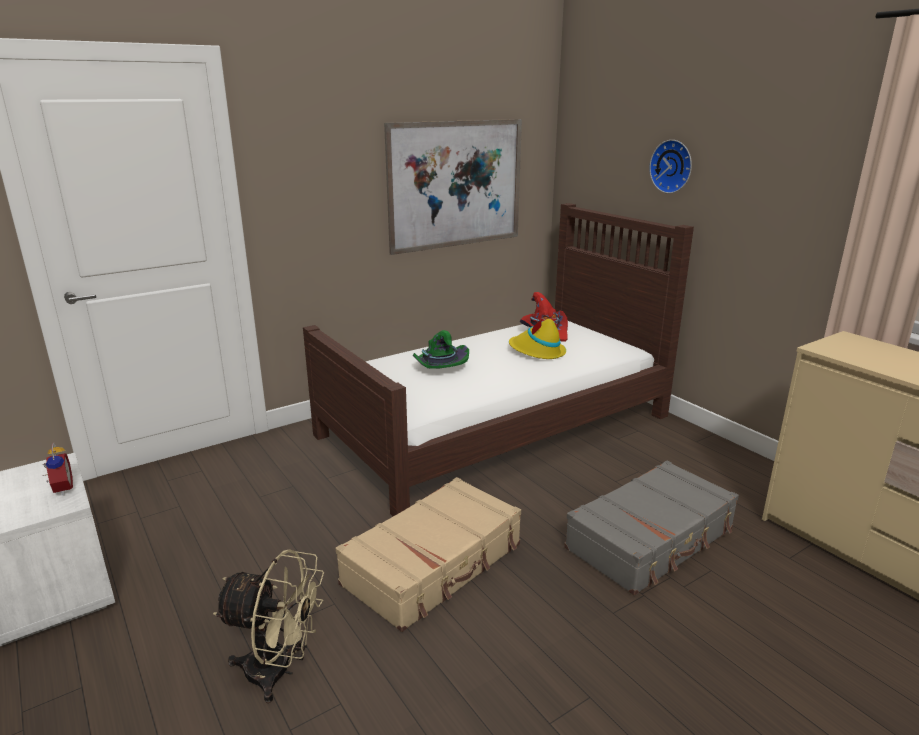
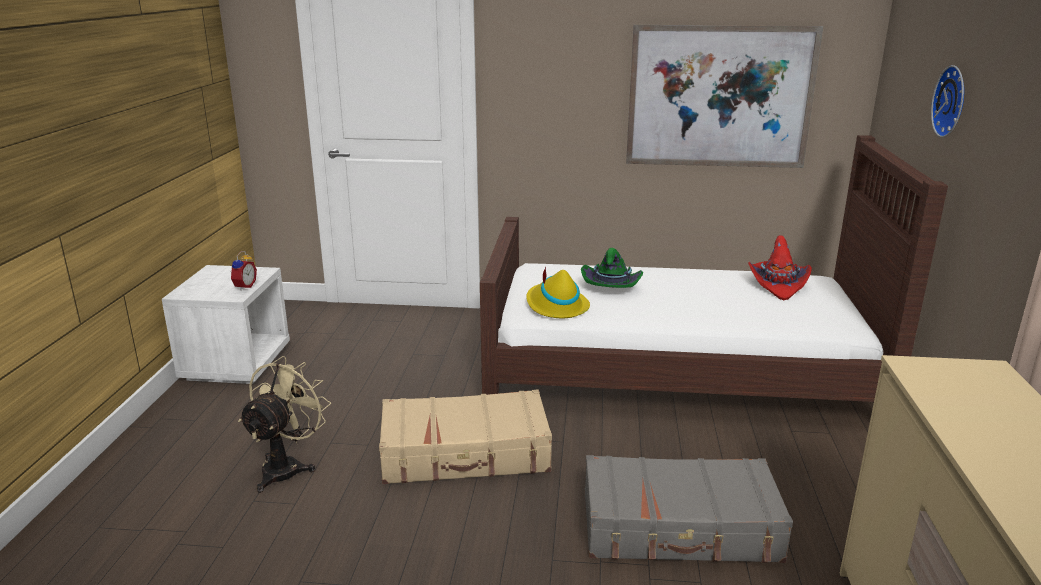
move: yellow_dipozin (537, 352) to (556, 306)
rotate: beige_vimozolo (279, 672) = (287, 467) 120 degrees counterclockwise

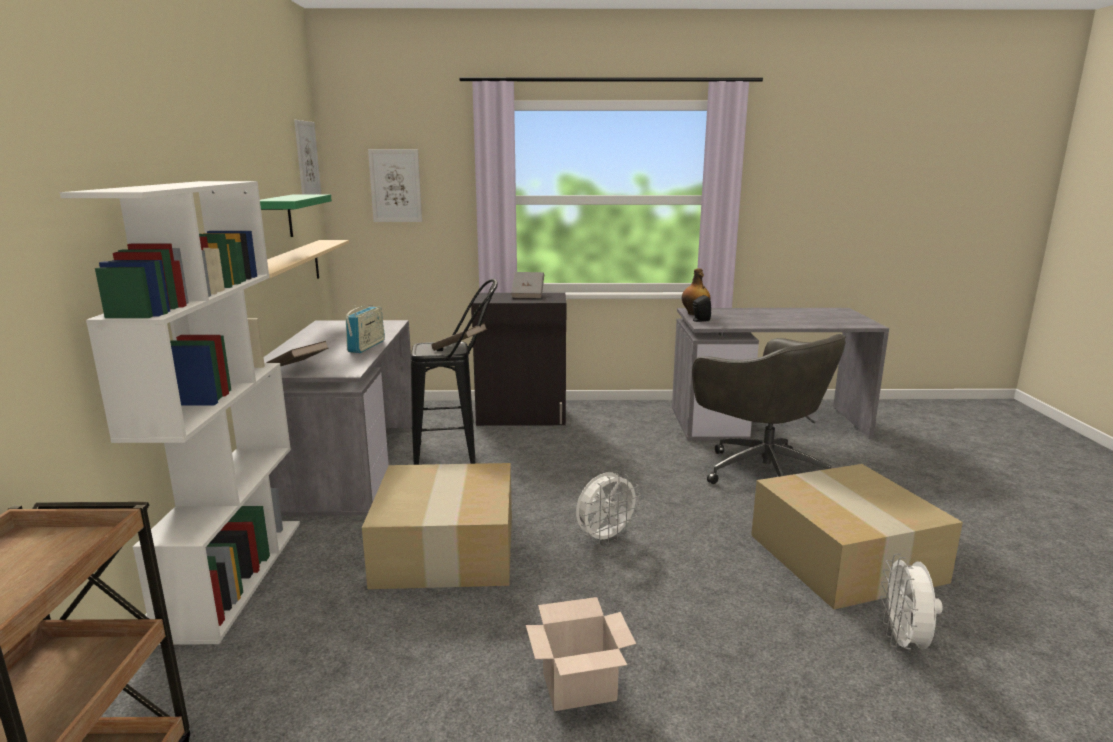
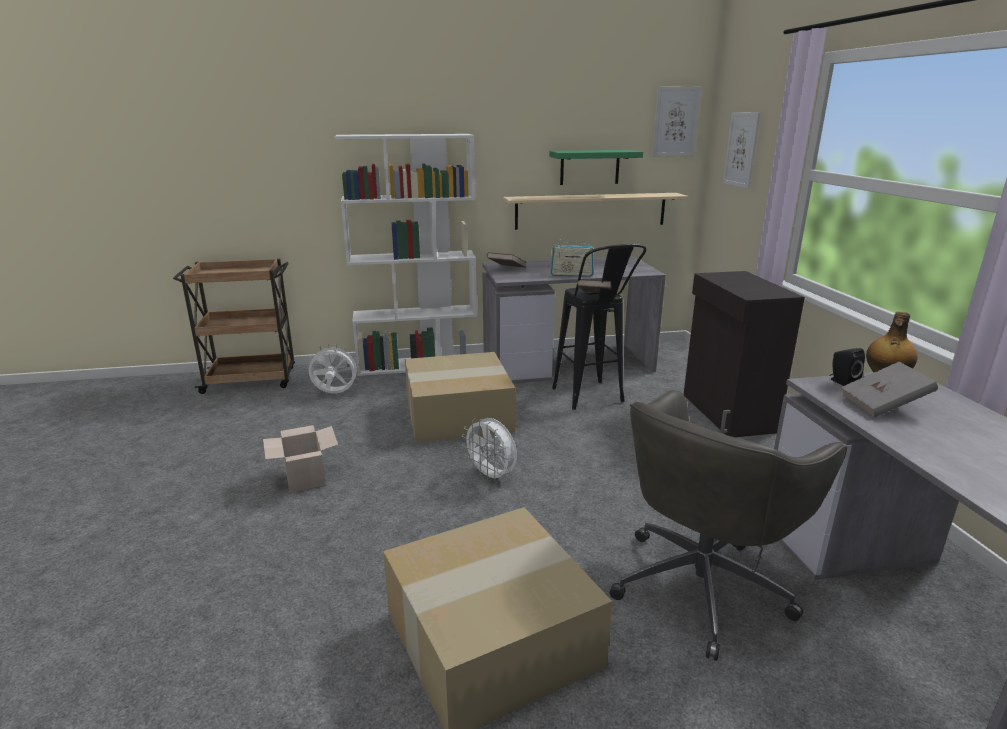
move: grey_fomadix (528, 295) to (883, 405); white_vimozolo (903, 643) to (335, 394)

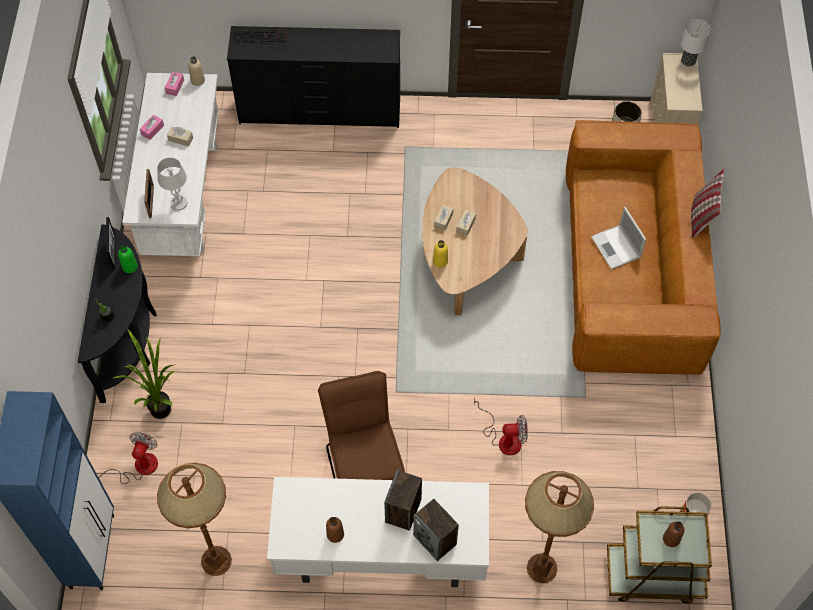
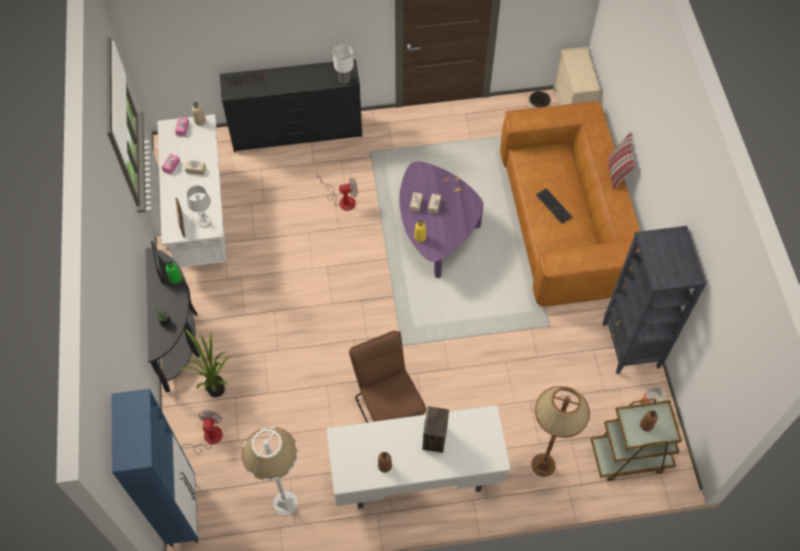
delete: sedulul (435, 540)
insert: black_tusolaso (630, 346)
move: vimozolo (504, 438) to (342, 200); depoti (688, 60) to (344, 78)
replace: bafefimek (616, 248) to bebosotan (554, 206)
recolor: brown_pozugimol (216, 560) to white_pozugimol (285, 503); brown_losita (466, 257) to purple_losita (436, 231)

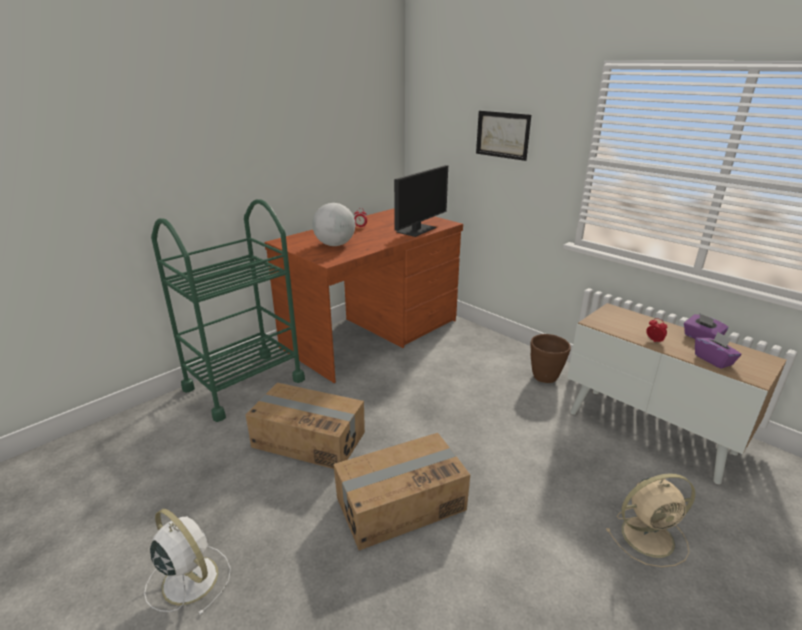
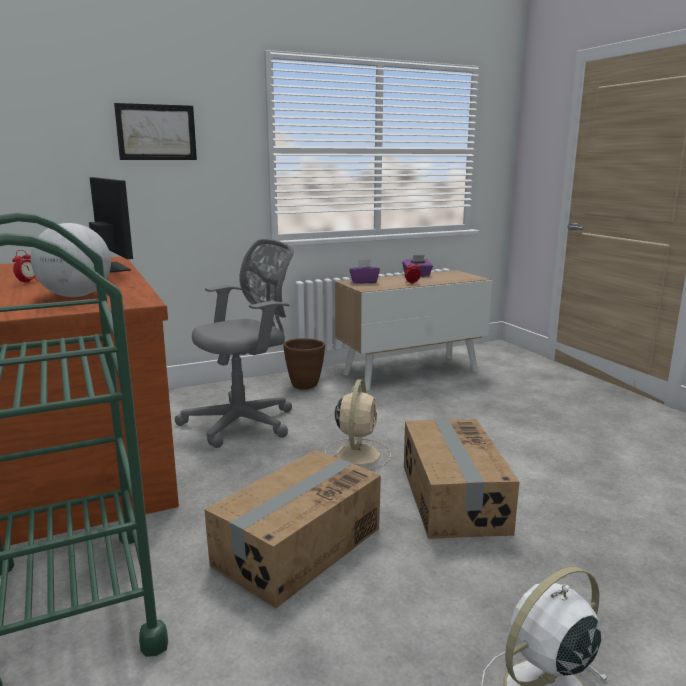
insert: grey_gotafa (244, 422)
move: beige_vimozolo (649, 536) to (358, 454); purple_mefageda (713, 360) to (364, 282)

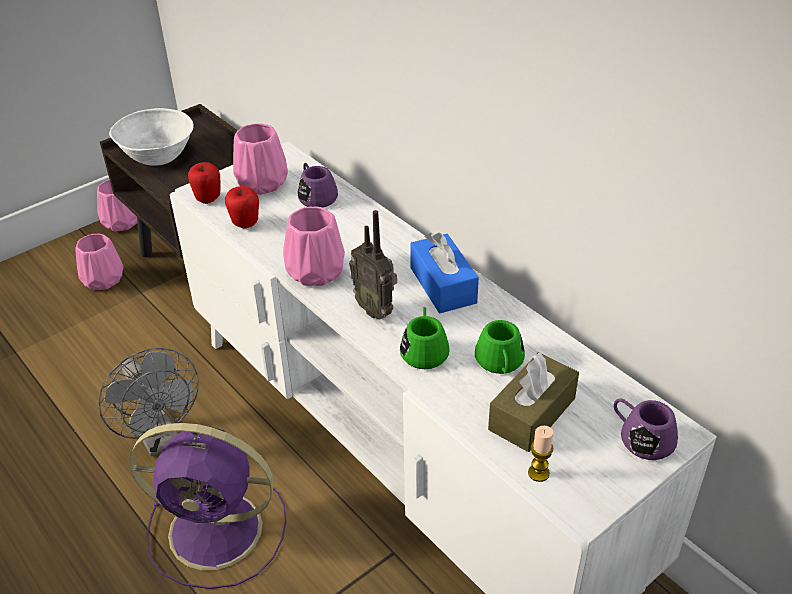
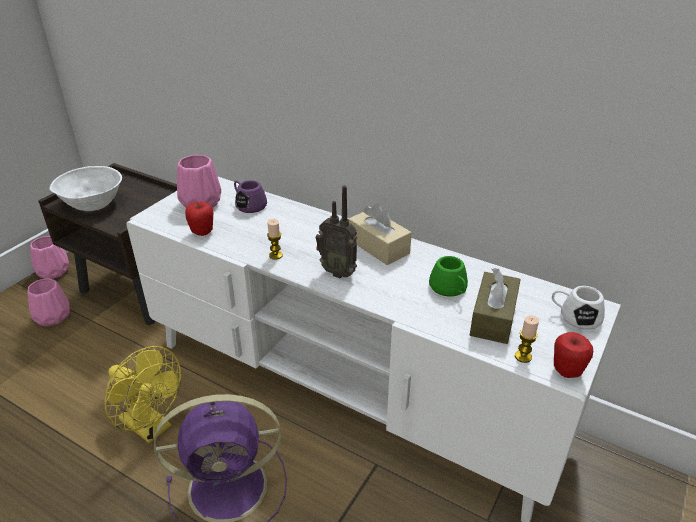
delete: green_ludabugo (424, 349)
move: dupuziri (208, 199) to (566, 371)
replace: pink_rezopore (314, 272) to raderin (275, 255)
recolor: grey_vimozolo (161, 438) to yellow_vimozolo (151, 427); blue_mefageda (443, 285) to beige_mefageda (378, 246); purple_ludabugo (641, 437) to white_ludabugo (575, 316)

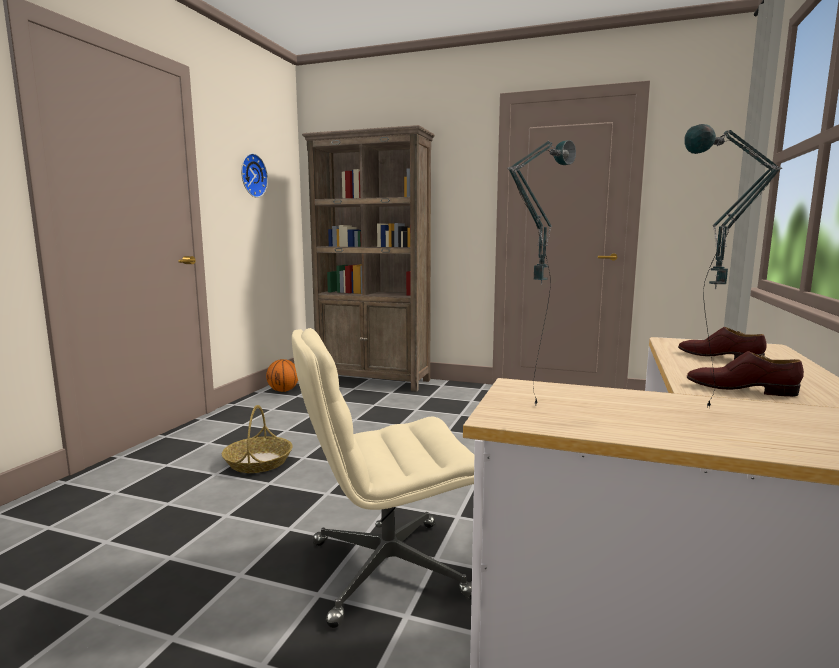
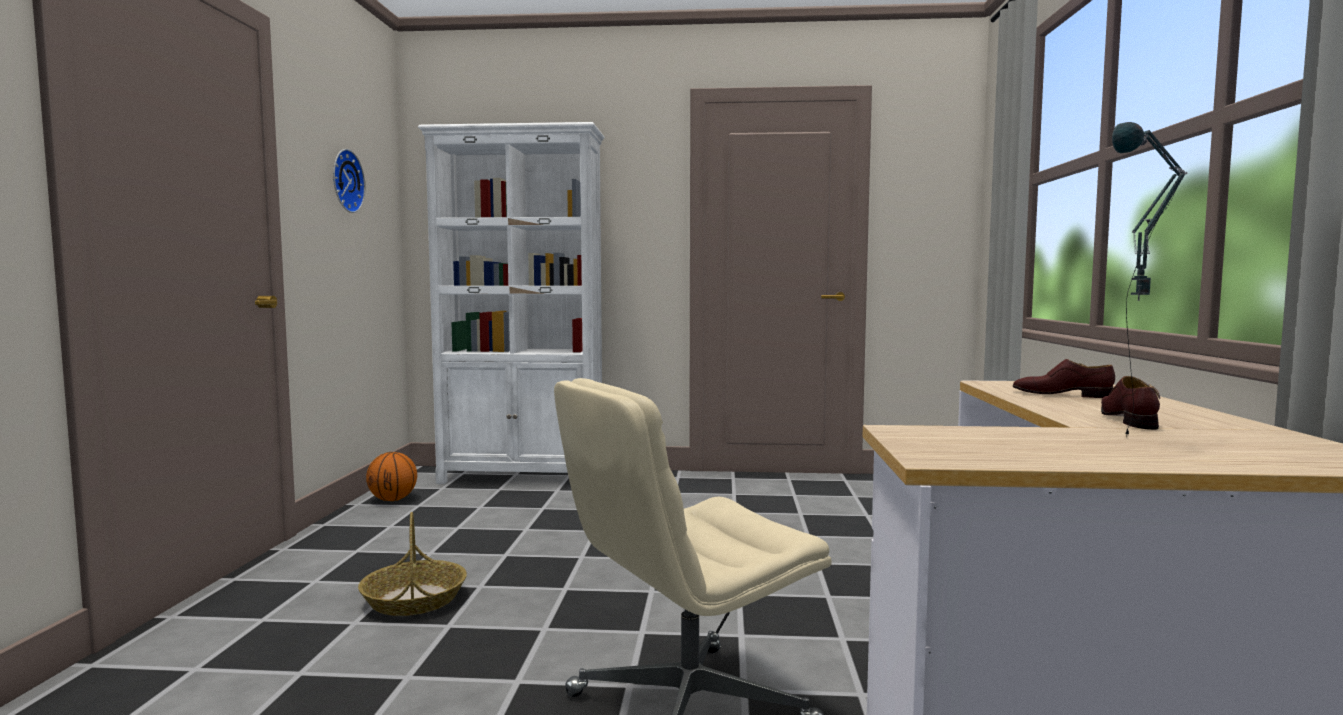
delete: depoti (533, 400)
recolor: brown_tusolaso (374, 381) to white_tusolaso (523, 477)
rotate: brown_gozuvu (740, 389) = (1128, 420) 90 degrees clockwise

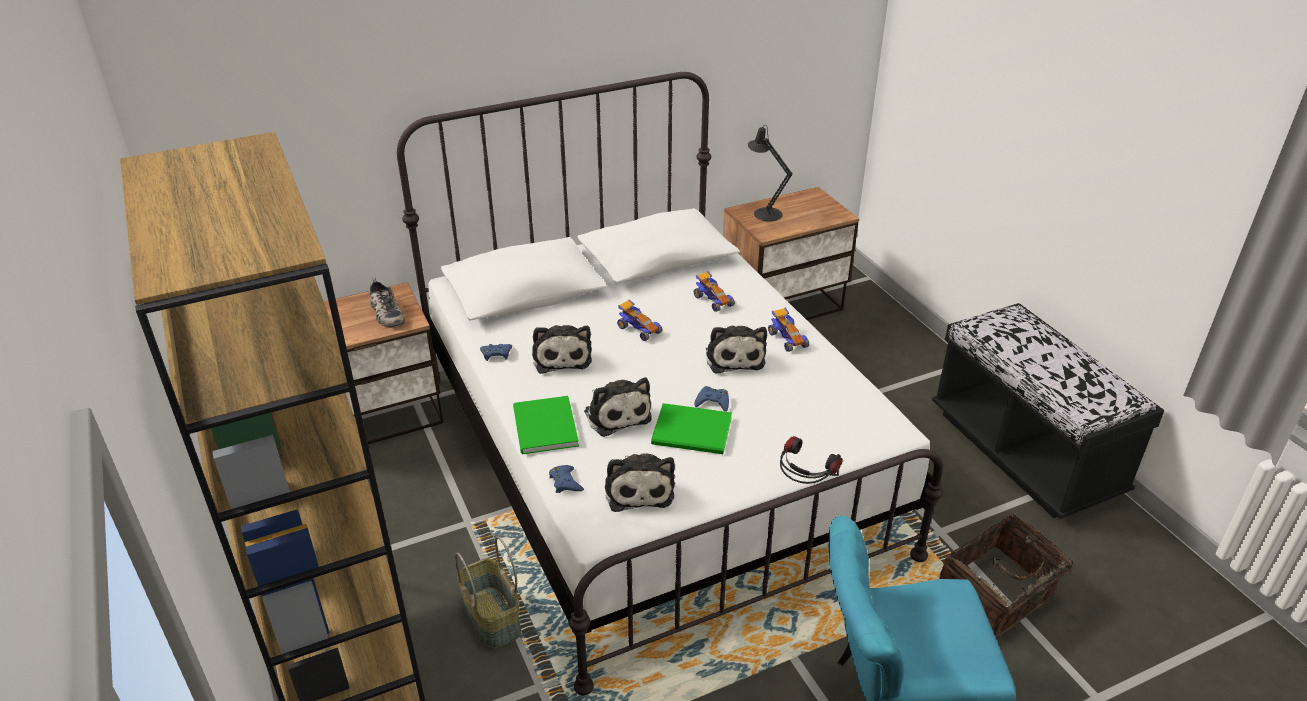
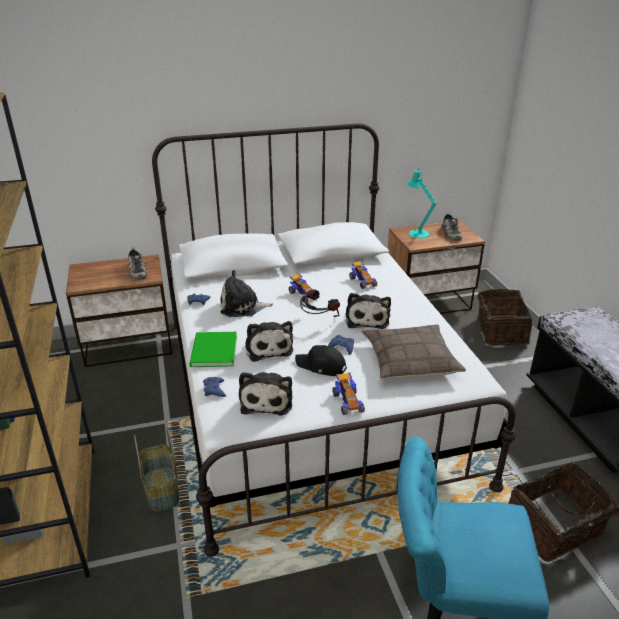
insert: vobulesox (410, 360); gozuvu (450, 233); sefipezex (499, 331)
move: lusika (787, 339) to (347, 402); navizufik (804, 485) to (317, 320)
replace: green_fomadix (694, 433) to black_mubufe (321, 366)
recolor: black_depoti (764, 212) to turquoise_depoti (417, 232)
rotate: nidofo (561, 356) = (242, 307) 90 degrees clockwise

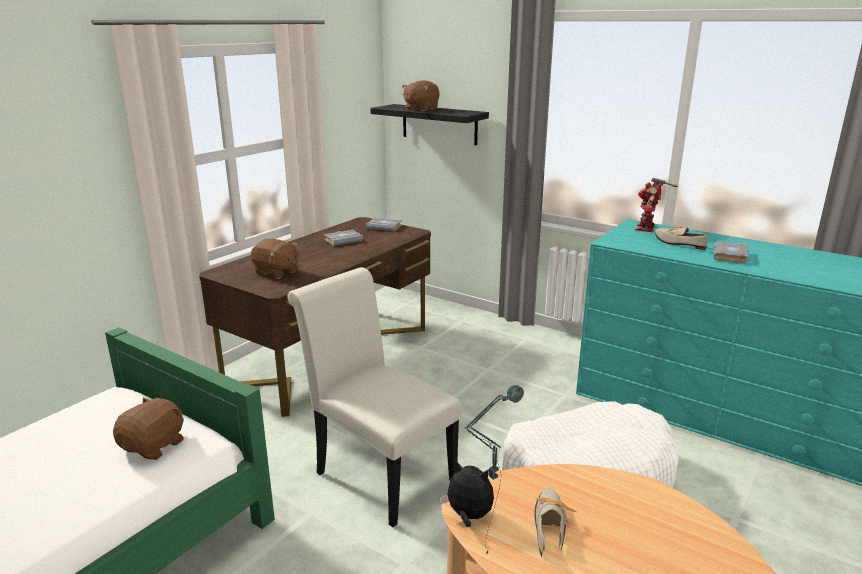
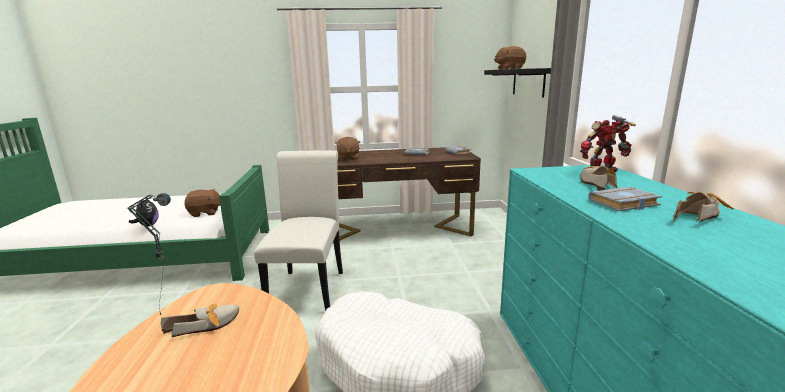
insert: gozuvu (697, 215)
move: nidofo (468, 516) to (148, 225)

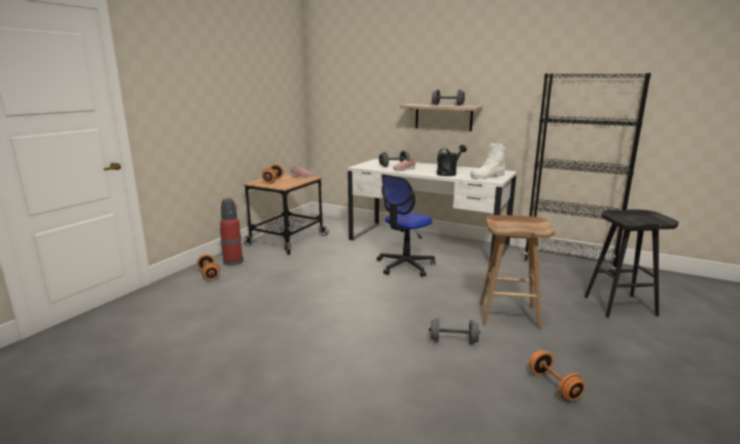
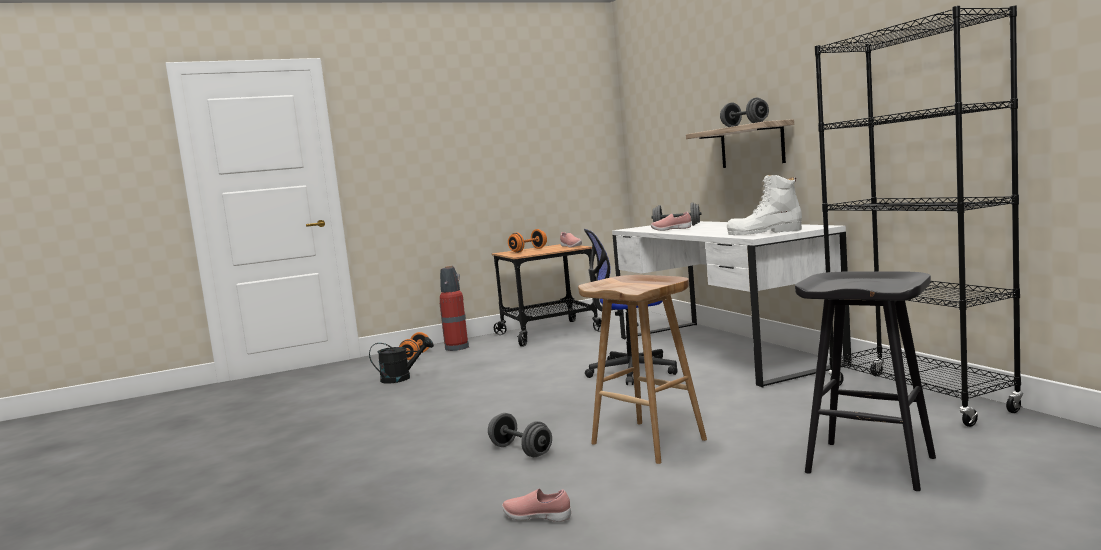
move: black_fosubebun (448, 173) to (401, 378)
replace: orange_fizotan (554, 386) to pink_gozuvu (537, 517)

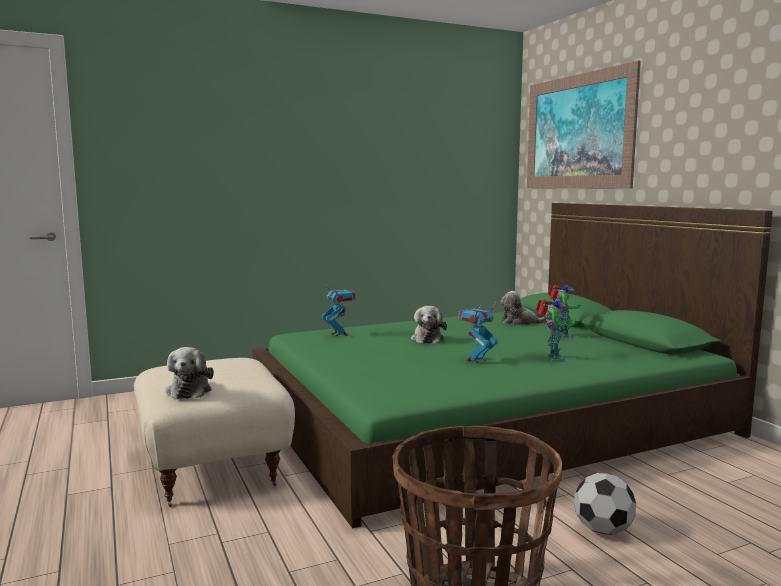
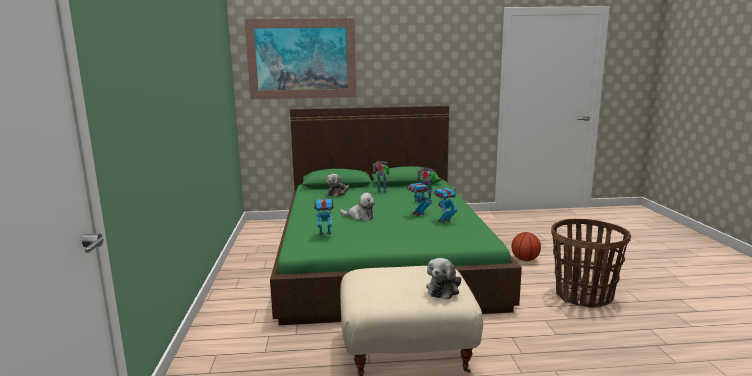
insert: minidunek (444, 221)
replace: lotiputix (603, 530) to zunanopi (525, 259)
rotate: nidofo (190, 390) = (443, 289) 105 degrees clockwise

